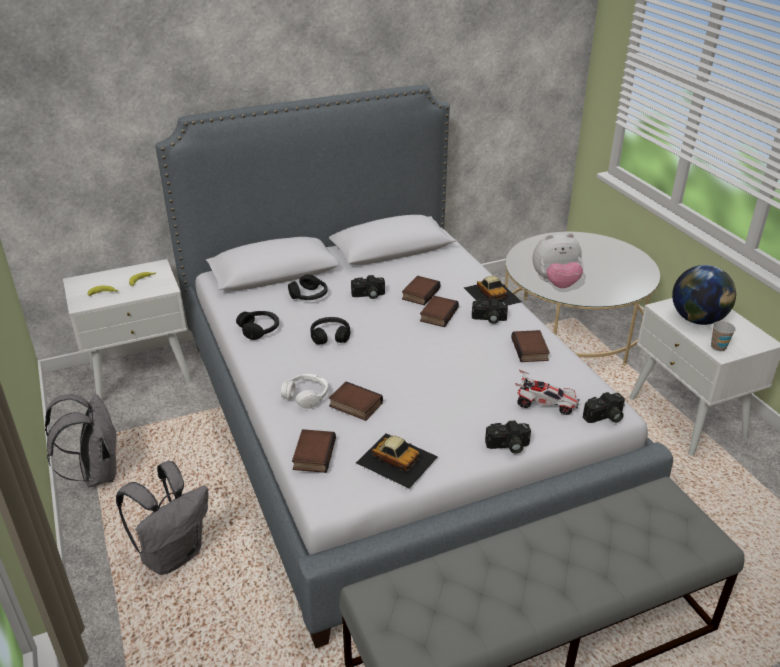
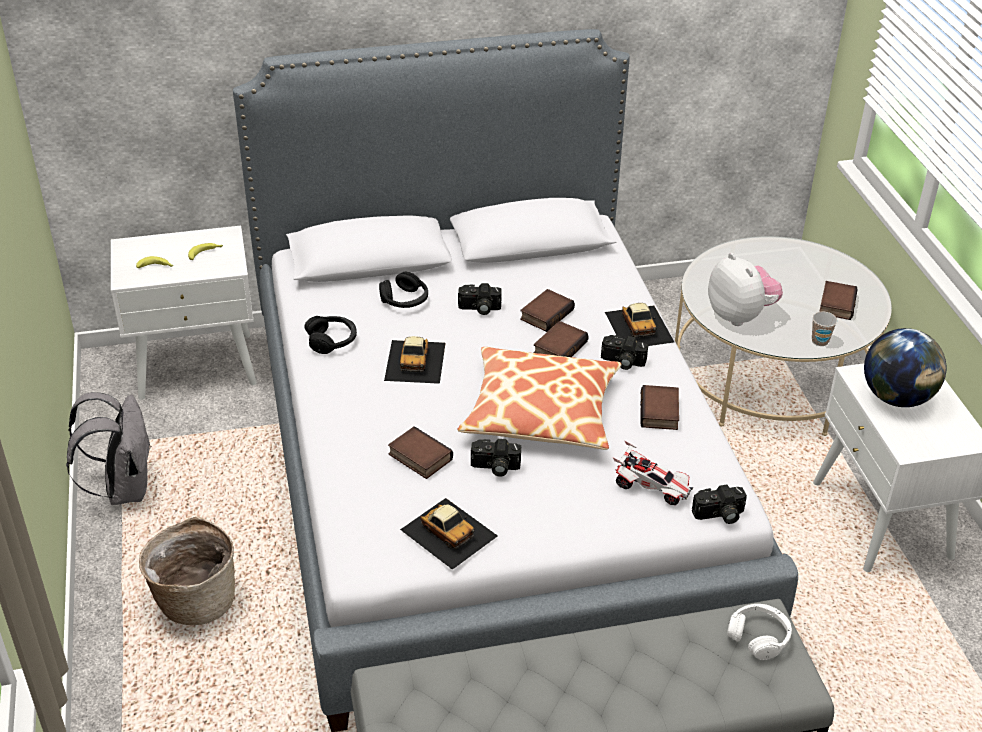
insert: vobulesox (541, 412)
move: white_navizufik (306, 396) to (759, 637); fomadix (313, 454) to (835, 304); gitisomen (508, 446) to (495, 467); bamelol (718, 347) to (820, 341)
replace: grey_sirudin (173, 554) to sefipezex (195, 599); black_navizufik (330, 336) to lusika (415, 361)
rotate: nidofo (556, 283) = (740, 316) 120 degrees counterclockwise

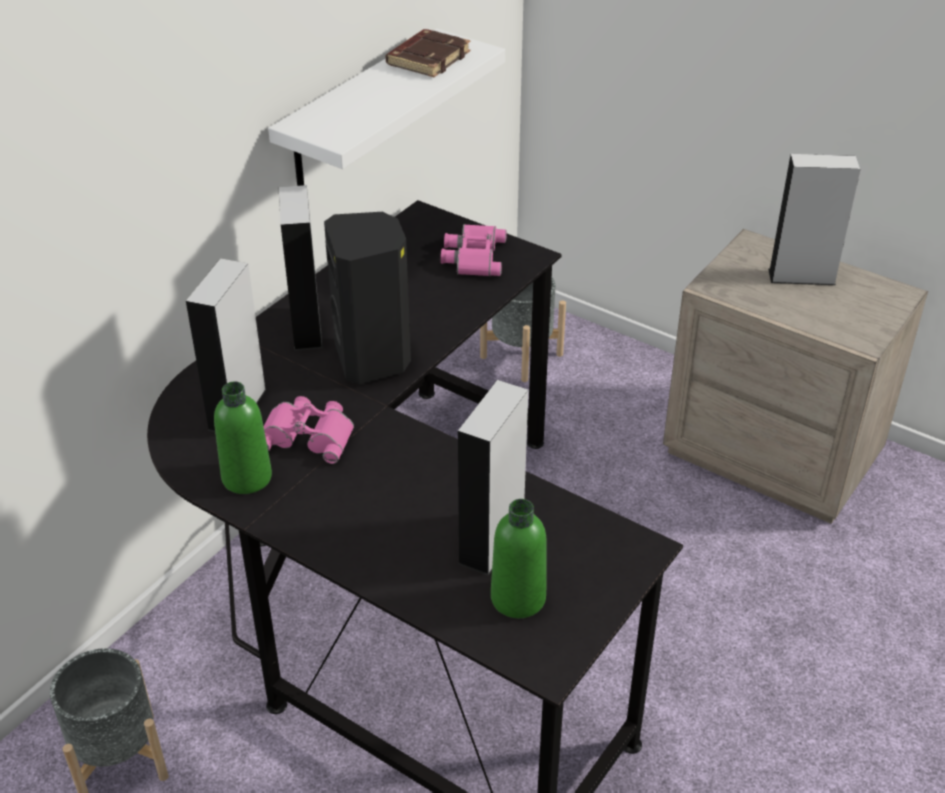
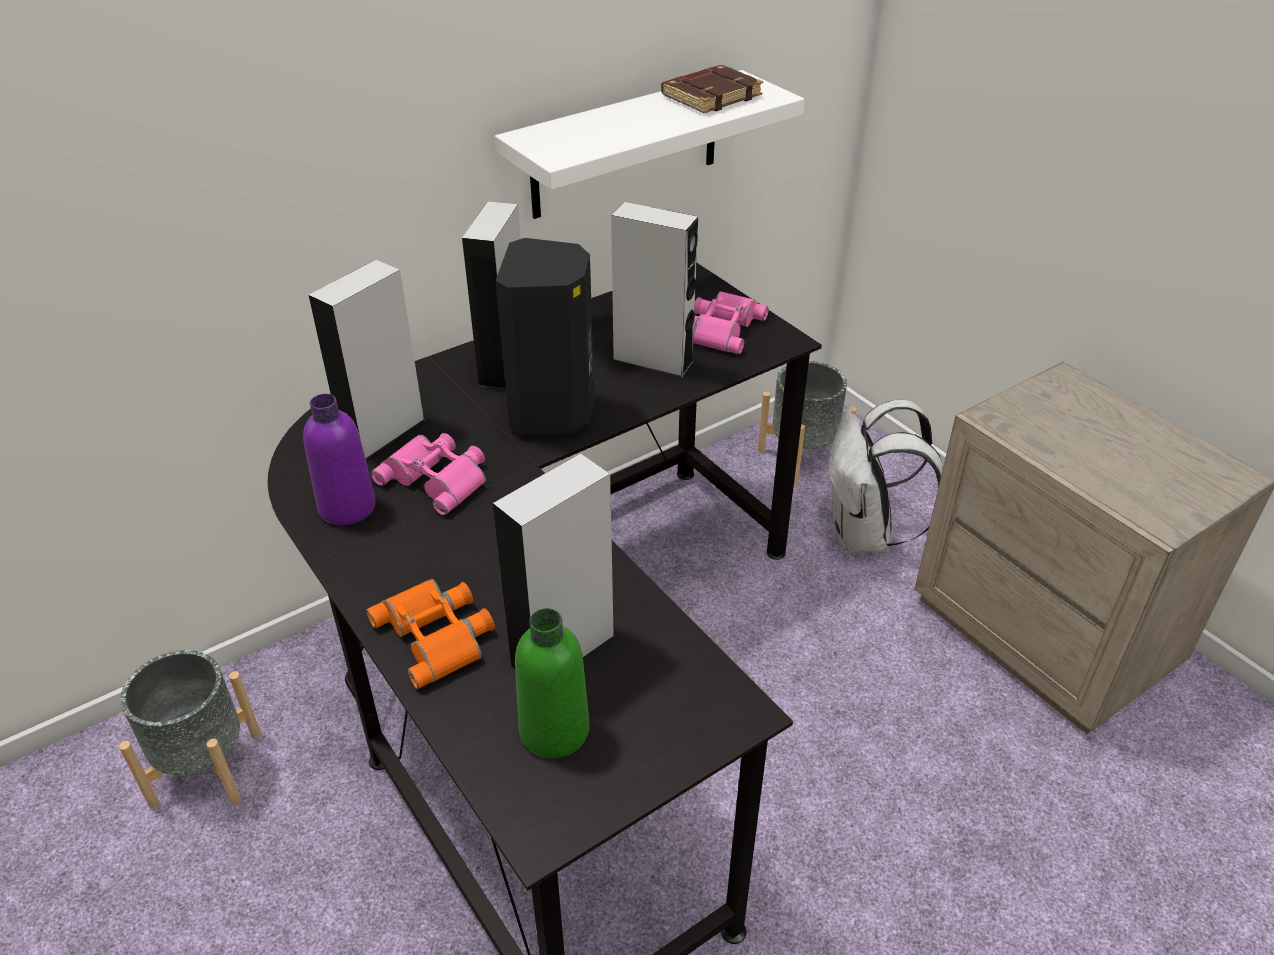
insert: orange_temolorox (438, 634); white_sirudin (864, 535)
move: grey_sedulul (801, 276) to (653, 360)
recolor: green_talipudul (247, 477) to purple_talipudul (347, 507)

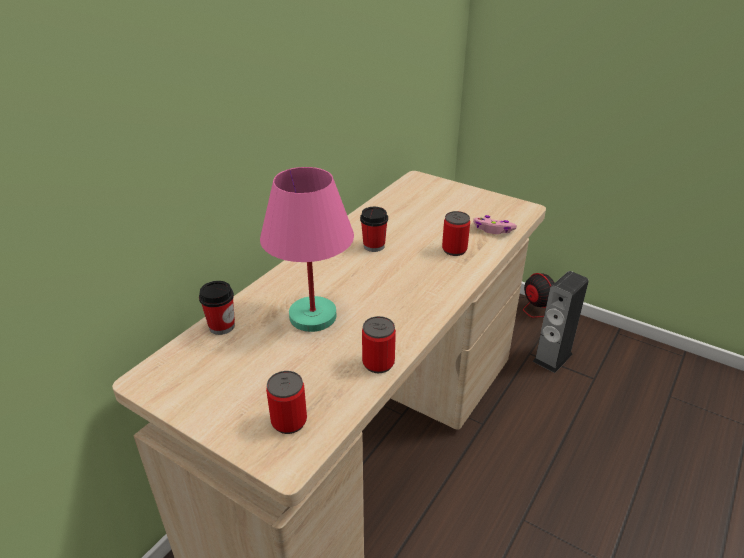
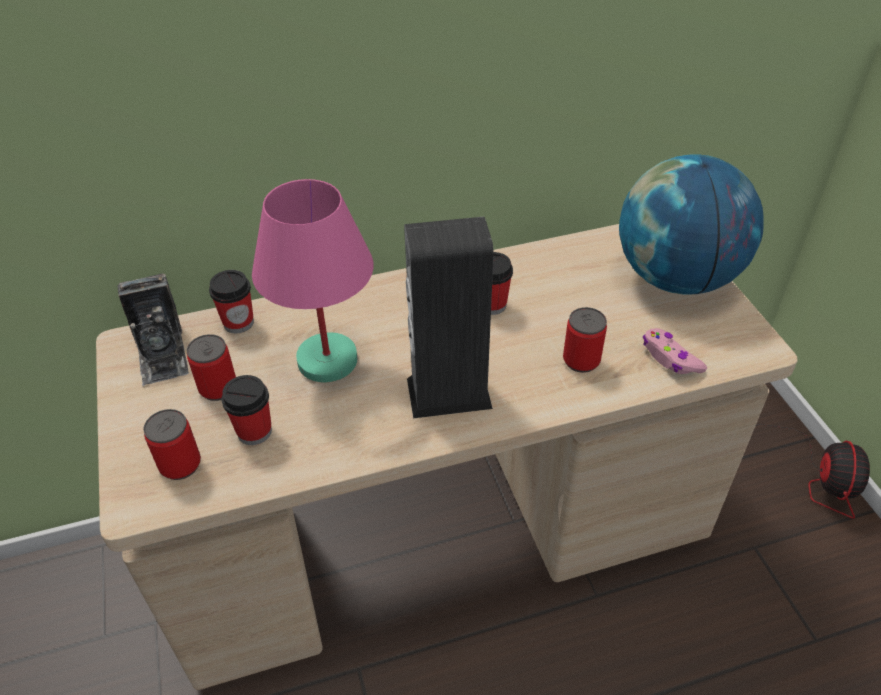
insert: gitisomen (162, 352); bamelol (254, 431); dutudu (676, 278)
move: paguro (378, 363) to (218, 388); sedulul (552, 357) to (449, 393)

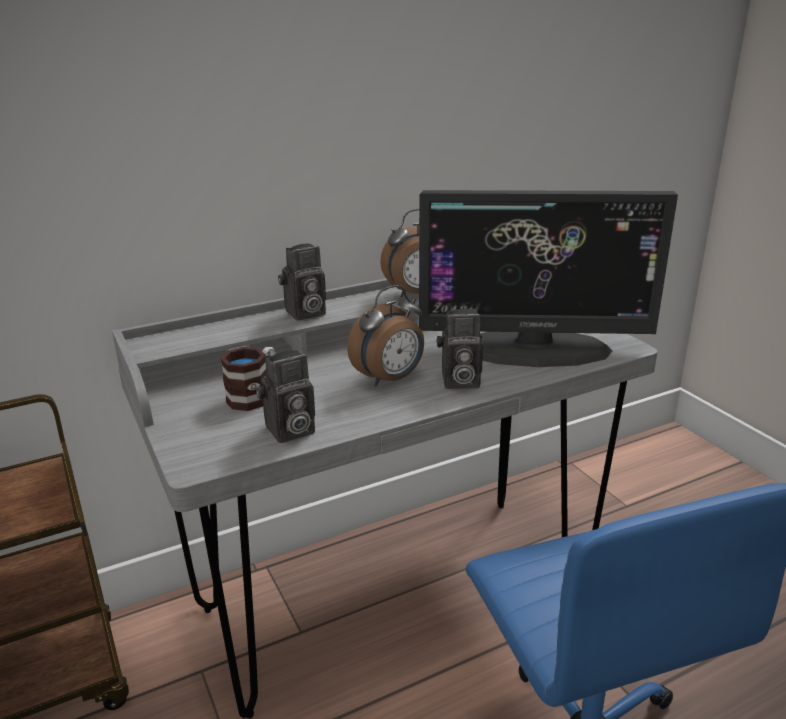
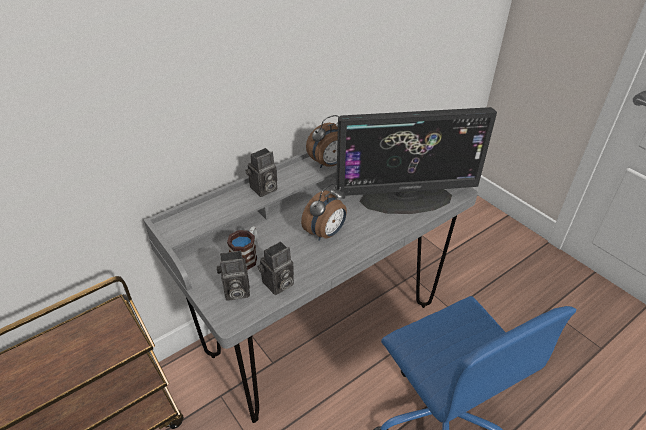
move: gitisomen (458, 382) to (235, 292)

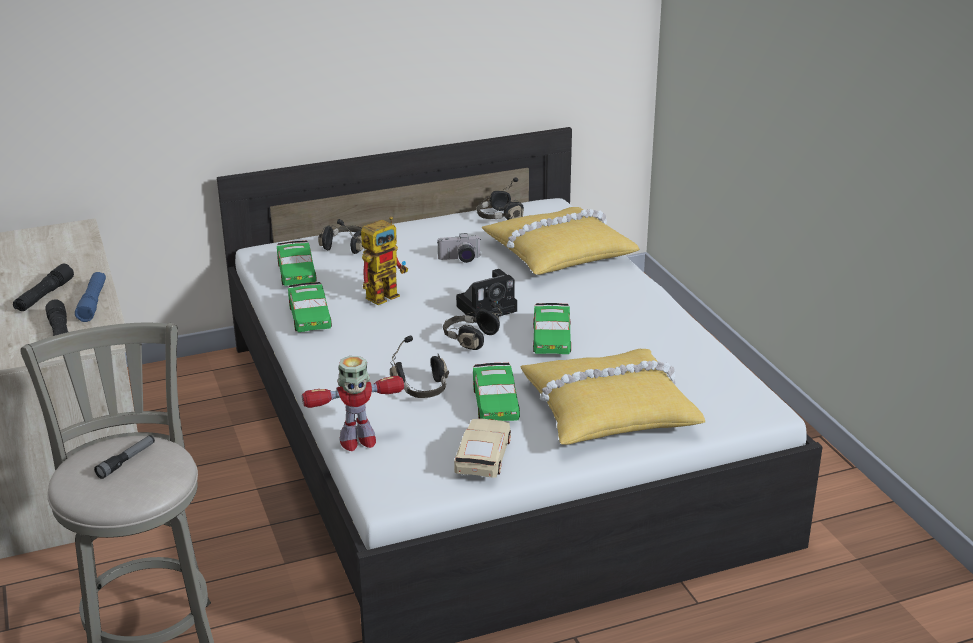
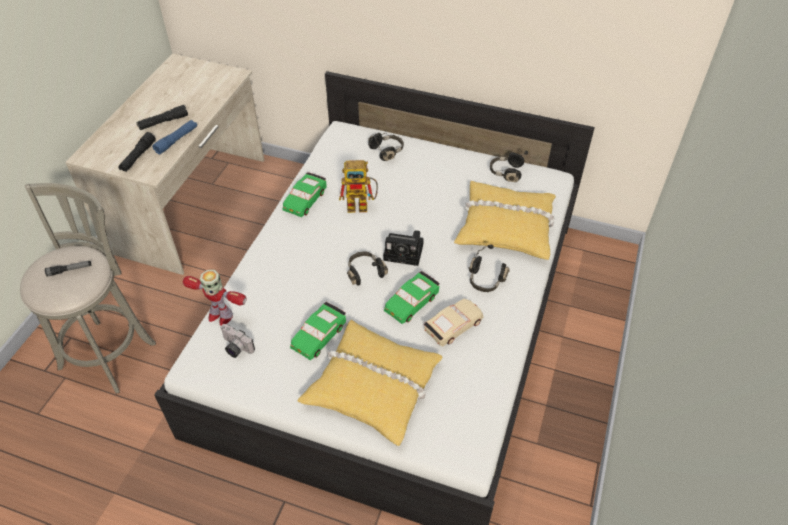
delete: green_lusika (296, 272)
move: black_navizufik (422, 389) to (485, 280); gitisomen (460, 259) to (235, 348); beige_lusika (483, 457) to (453, 326)

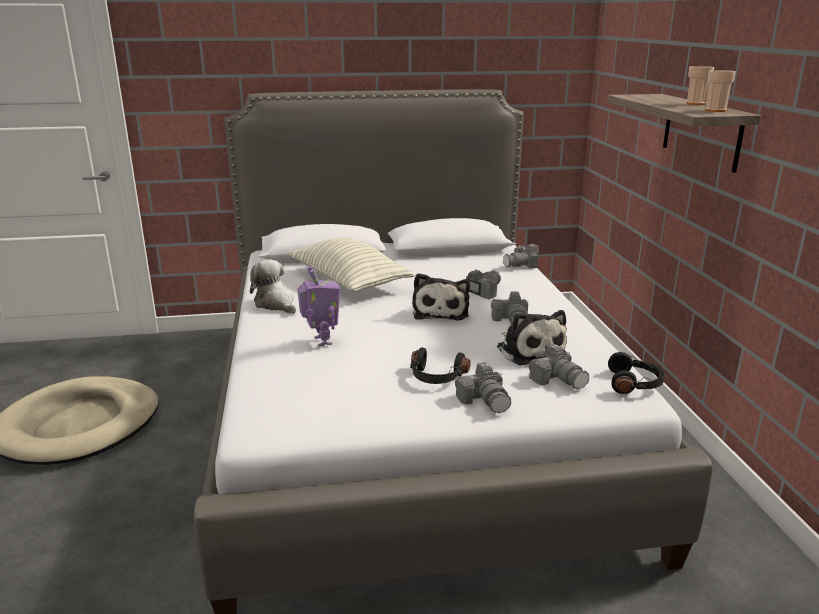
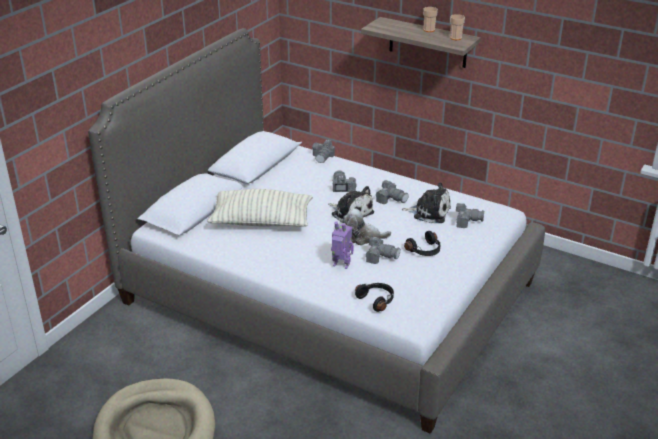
move: nidofo (275, 304) to (363, 237); gitisomen (485, 400) to (381, 256); black_navizufik (634, 384) to (377, 300)

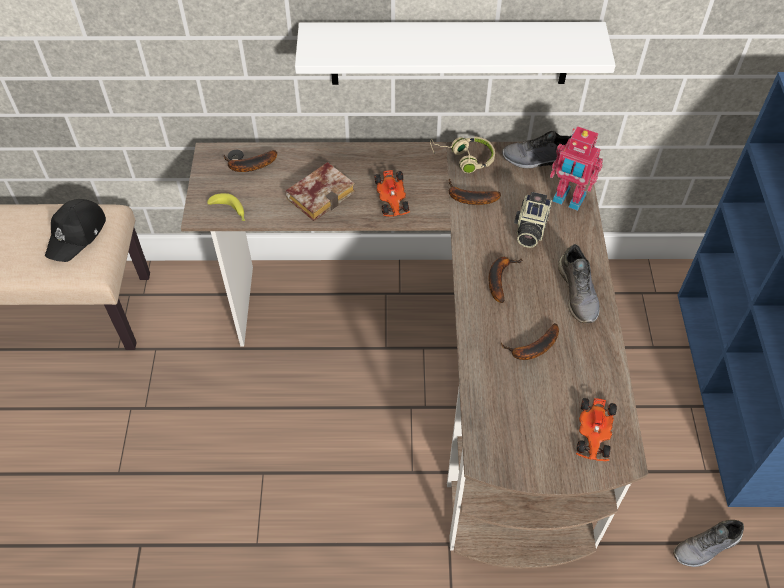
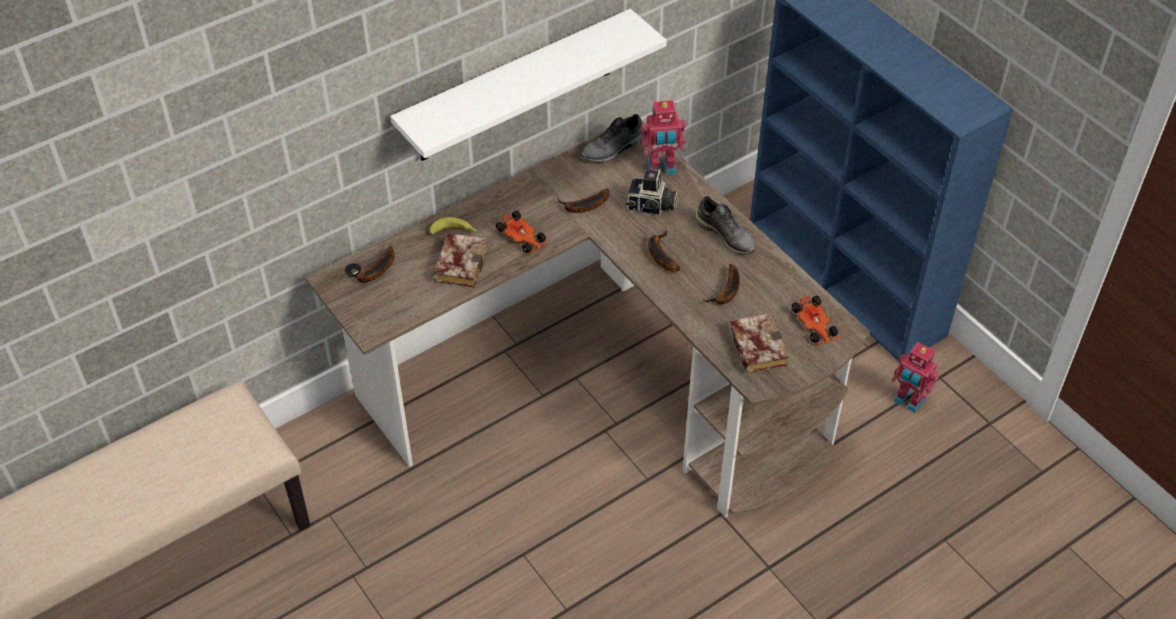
delete: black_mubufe (77, 234); beige_navizufik (464, 159)
insert: fomadix (754, 346)
move: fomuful (230, 211) to (454, 231)
replace: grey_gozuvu (706, 547) to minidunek (908, 401)
rotate: gitisomen (529, 229) = (651, 207) 60 degrees counterclockwise

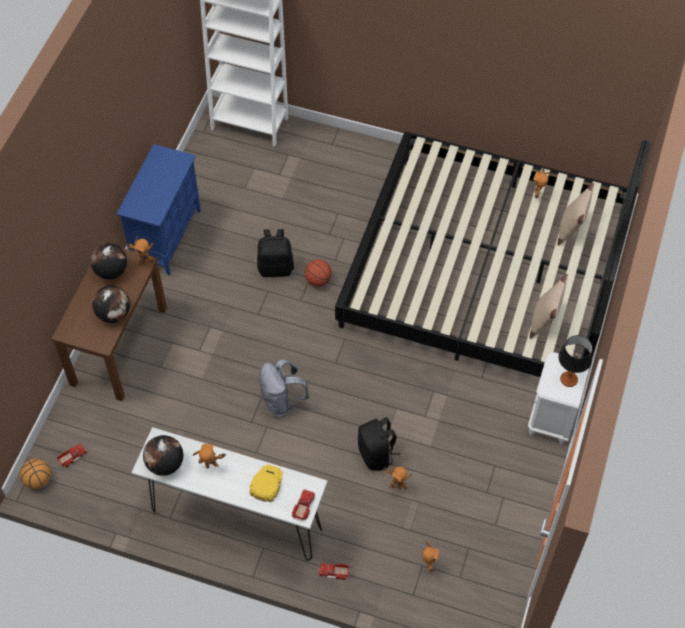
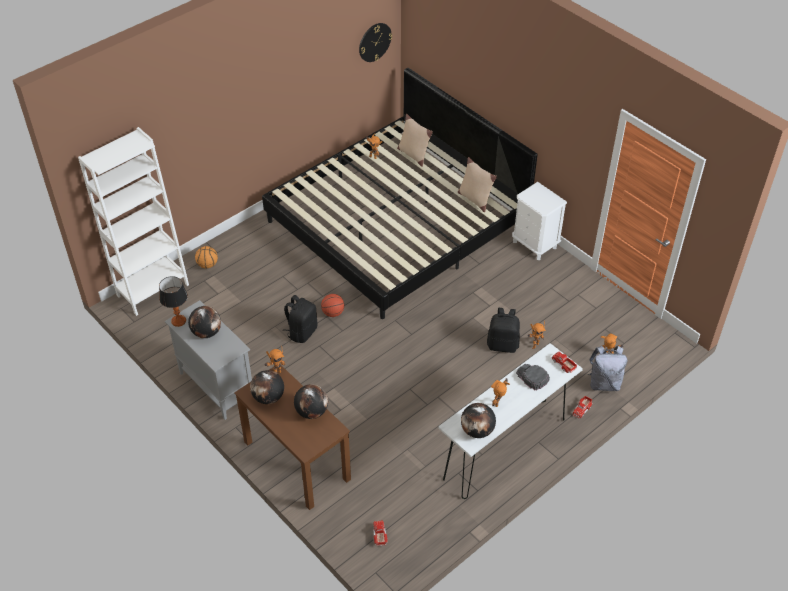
insert: dutudu (206, 332); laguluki (374, 42)
move: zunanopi (38, 479) to (207, 264); grey_sirudin (282, 401) to (604, 383); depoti (569, 379) to (179, 321)
recolor: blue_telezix (167, 236) to grey_telezix (216, 386); yellow_mubufe (266, 483) to black_mubufe (532, 377)

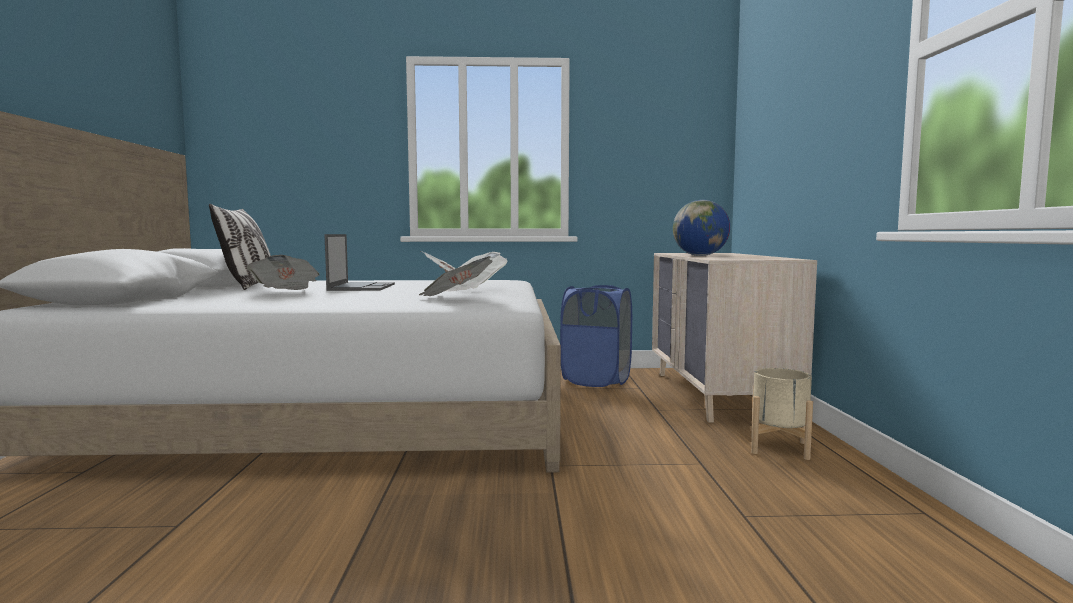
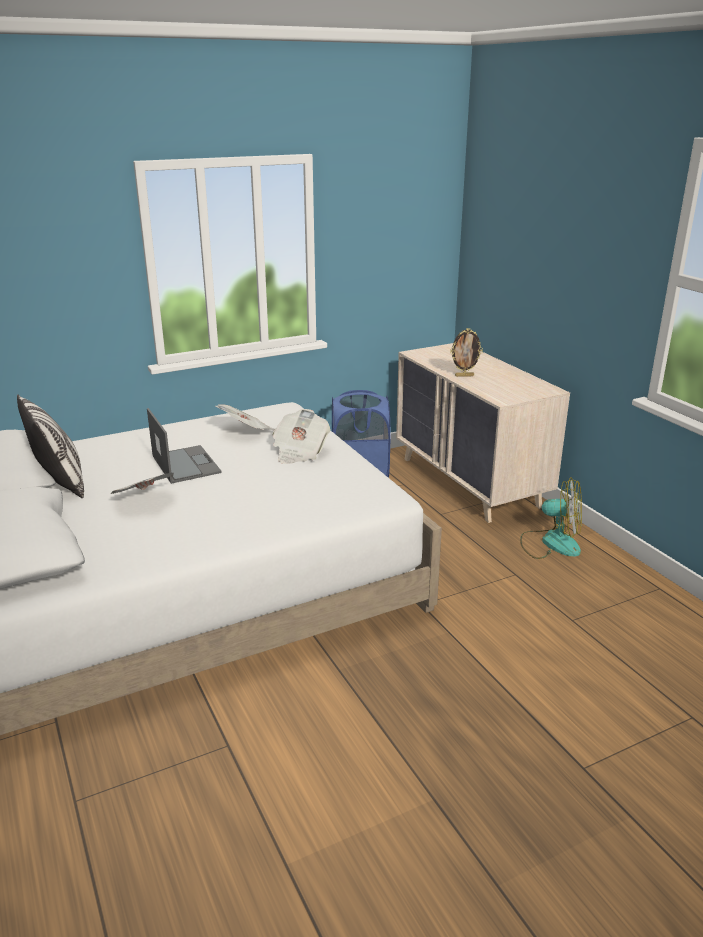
delete: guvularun (456, 298)
replace: dutudu (700, 255) to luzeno (464, 376); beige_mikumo (778, 447) to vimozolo (551, 543)

